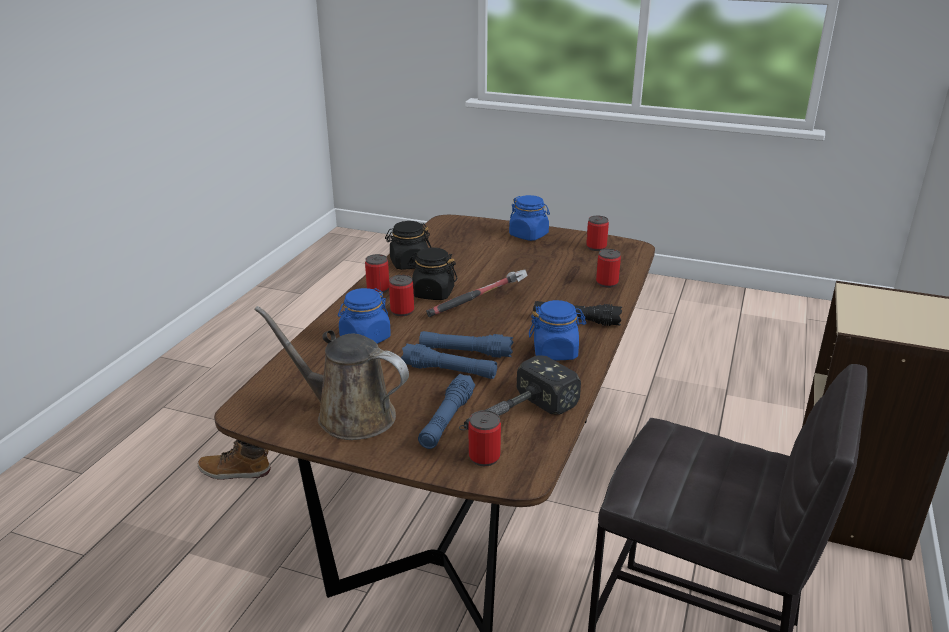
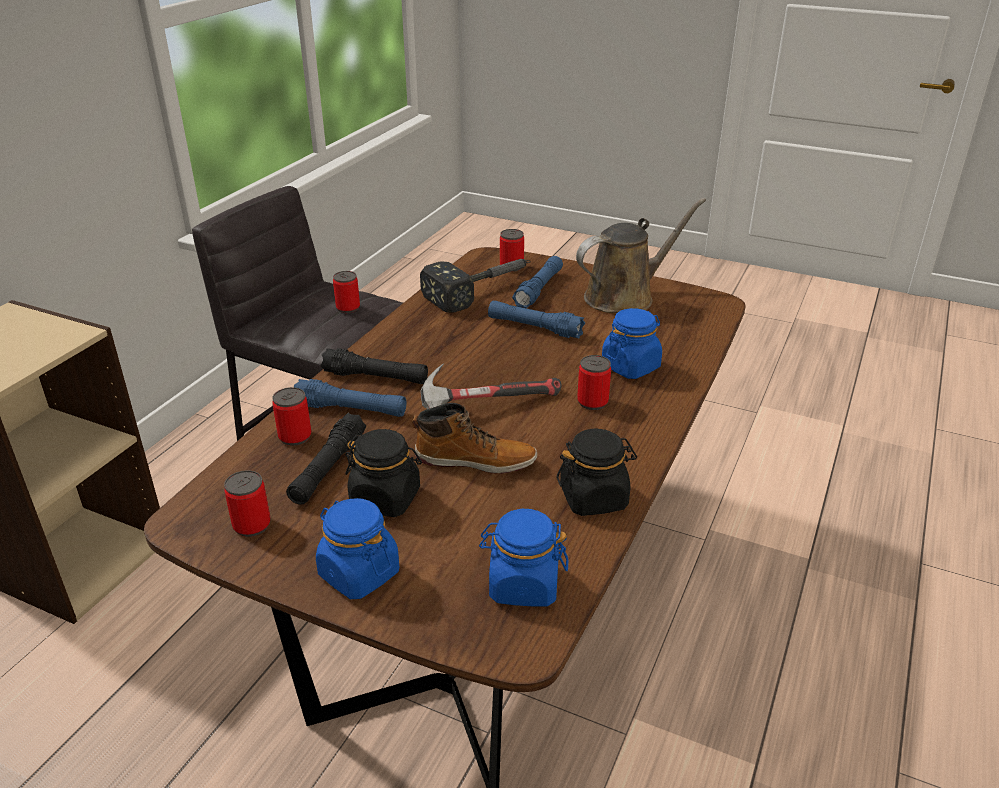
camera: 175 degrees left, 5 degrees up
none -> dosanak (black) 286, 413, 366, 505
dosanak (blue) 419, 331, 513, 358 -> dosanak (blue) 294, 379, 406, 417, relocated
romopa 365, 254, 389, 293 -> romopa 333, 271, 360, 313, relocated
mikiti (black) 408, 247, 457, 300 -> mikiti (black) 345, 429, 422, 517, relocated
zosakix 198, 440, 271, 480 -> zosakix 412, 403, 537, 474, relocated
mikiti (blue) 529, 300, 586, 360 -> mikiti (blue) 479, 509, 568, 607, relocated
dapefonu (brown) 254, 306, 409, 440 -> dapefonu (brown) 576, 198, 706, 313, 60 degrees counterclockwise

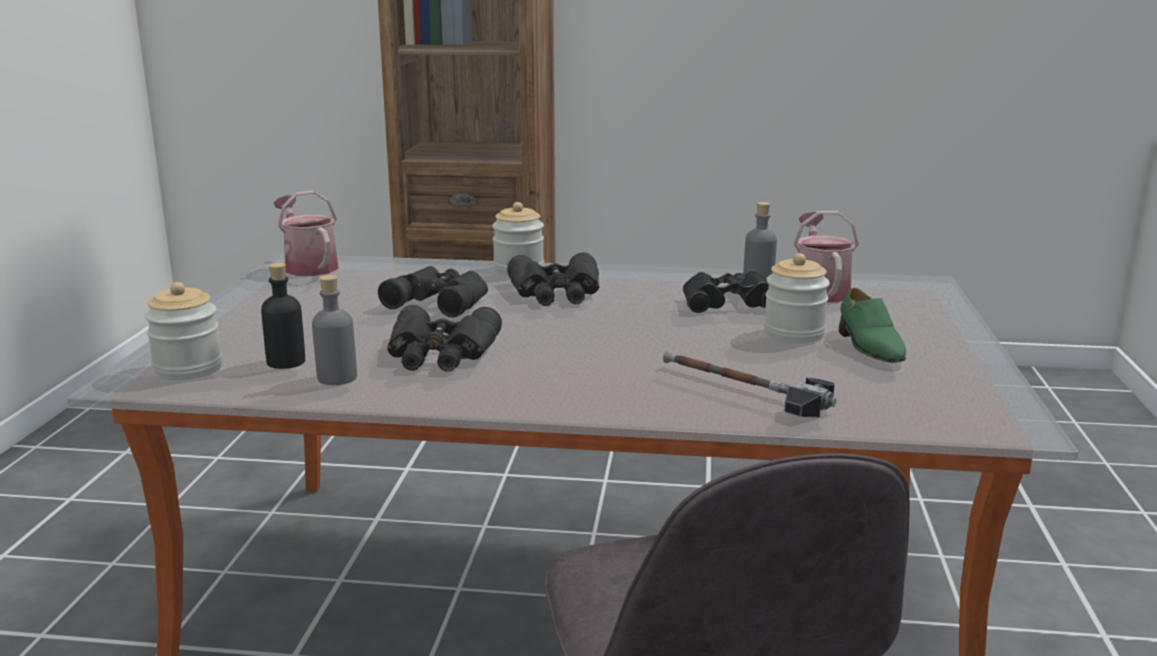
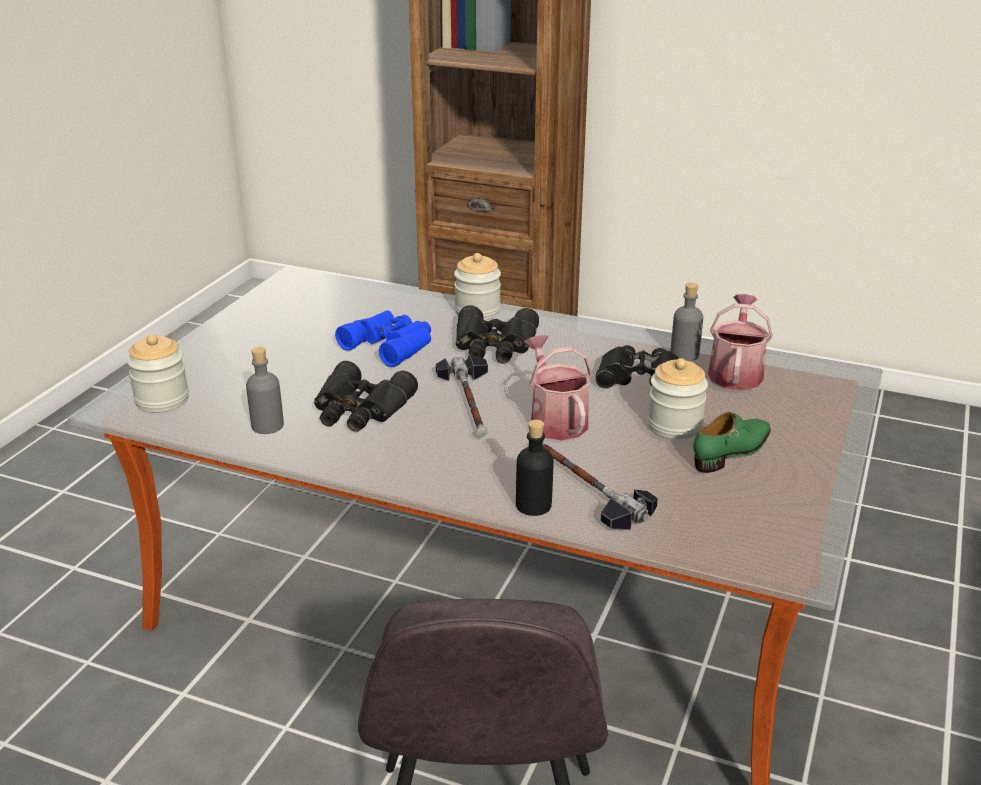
camera: 15 degrees right, 10 degrees up
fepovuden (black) 378, 266, 488, 317 -> fepovuden (blue) 335, 310, 431, 367
none -> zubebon 436, 354, 488, 437
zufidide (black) 261, 263, 305, 369 -> zufidide (black) 516, 420, 553, 516, relocated
dapefonu 274, 191, 338, 276 -> dapefonu 524, 335, 593, 441, relocated
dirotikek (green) 839, 288, 906, 363 -> dirotikek (green) 693, 412, 771, 473, 135 degrees counterclockwise

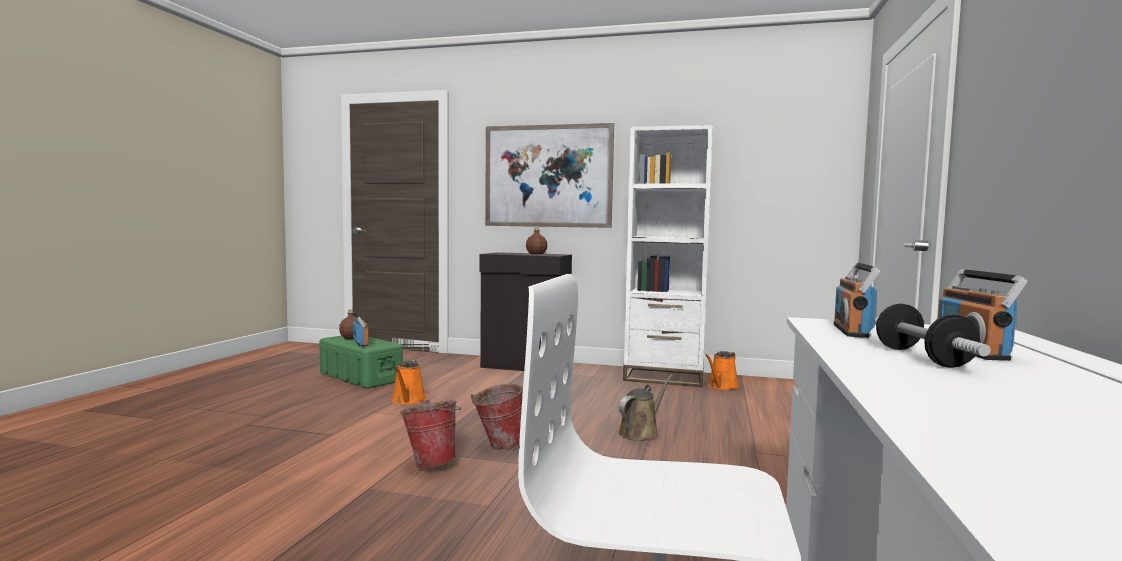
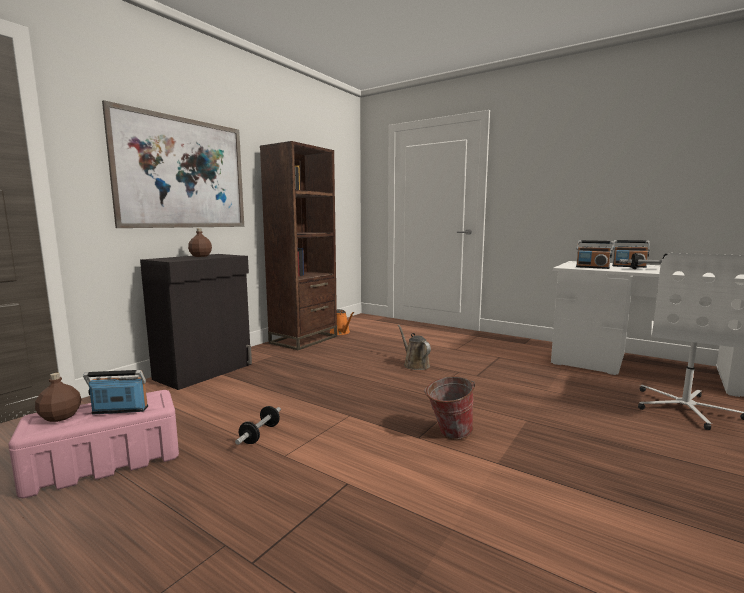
camera: 70 degrees left, 5 degrees up
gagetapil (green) 319, 336, 403, 389 -> gagetapil (pink) 8, 390, 179, 498
dapefonu (orange) 392, 360, 427, 404 -> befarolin 235, 406, 281, 445
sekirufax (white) 623, 125, 713, 387 -> sekirufax (brown) 260, 141, 337, 350
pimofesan 471, 384, 523, 450 -> none

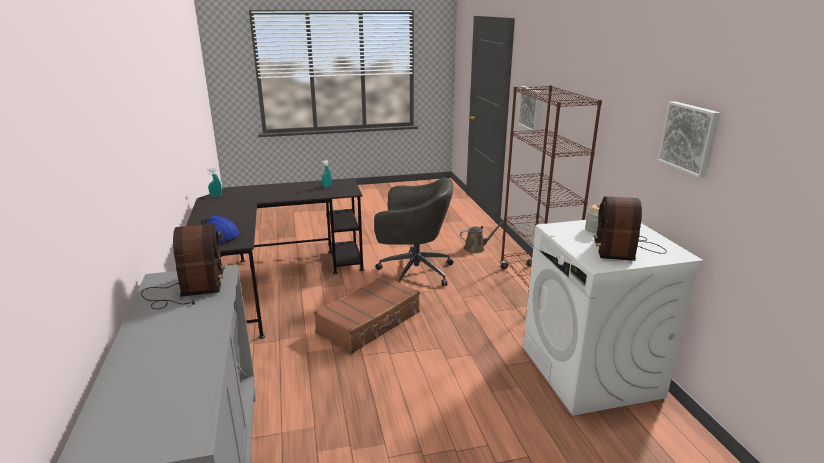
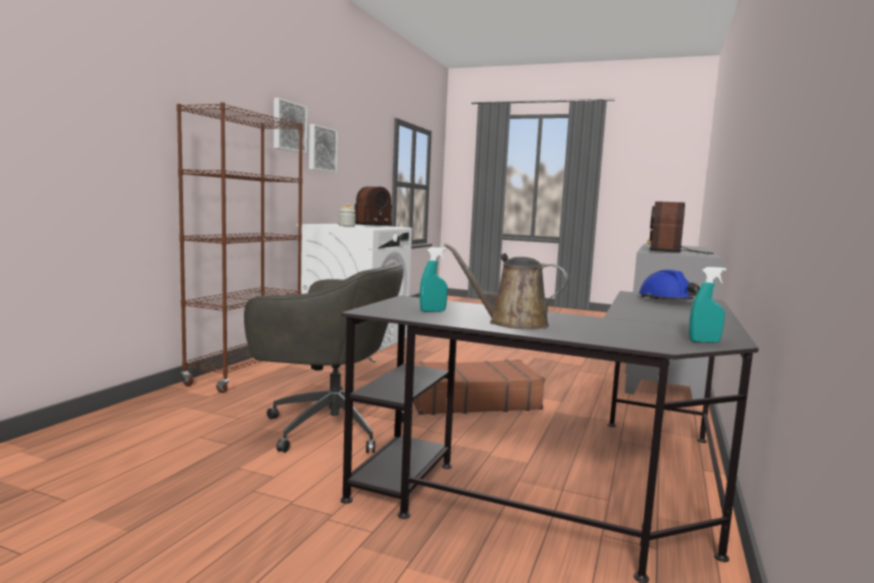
camera: 145 degrees left, 15 degrees down
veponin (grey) 374, 178, 453, 286 -> veponin (grey) 244, 263, 404, 453, 150 degrees clockwise
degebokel 518, 86, 542, 132 -> degebokel 274, 98, 307, 153, relocated
dapefonu (brown) 460, 222, 504, 253 -> dapefonu (brown) 444, 243, 568, 329, relocated

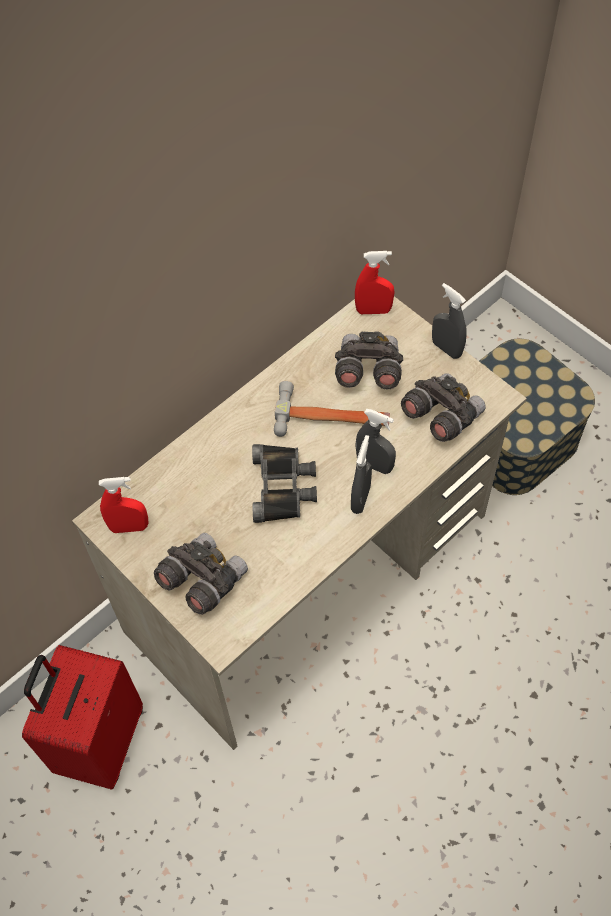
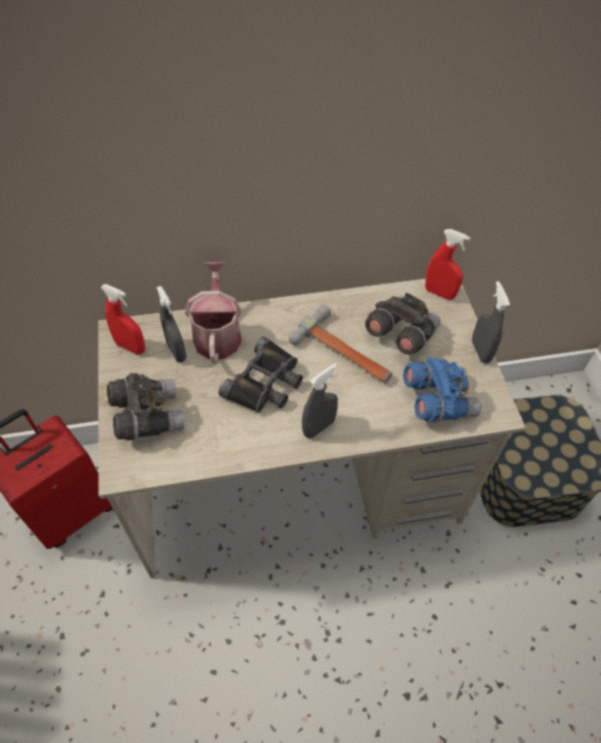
camera: 30 degrees right, 5 degrees down
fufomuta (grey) 356, 409, 396, 474 -> fufomuta (grey) 156, 286, 186, 362, relocated
none -> dapefonu 185, 262, 242, 363
fepovuden (grey) 401, 373, 486, 442 -> fepovuden (blue) 403, 357, 481, 422

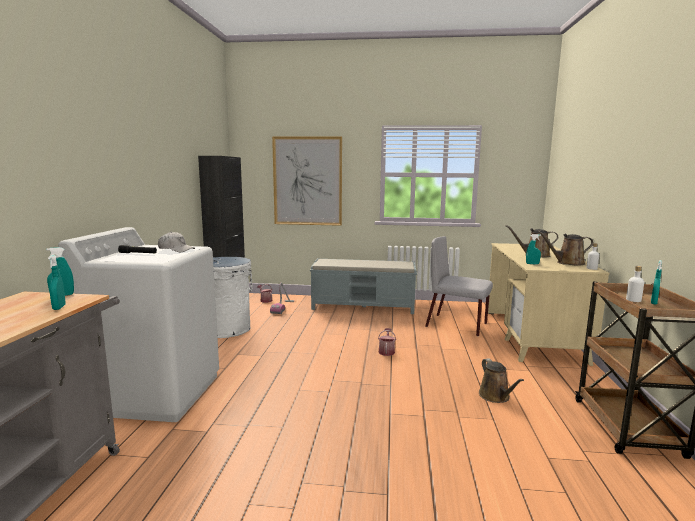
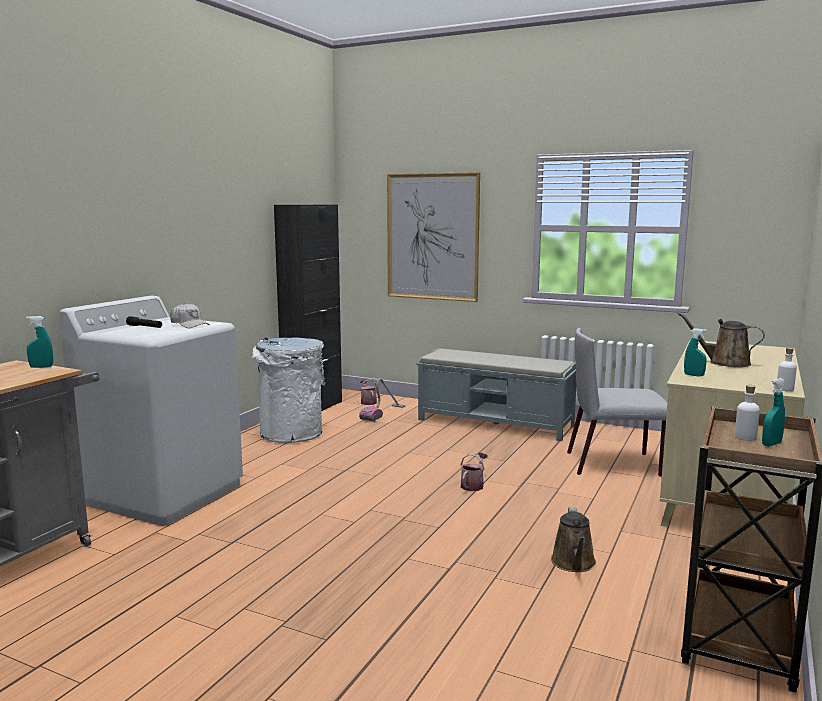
camera: 20 degrees right, 0 degrees up
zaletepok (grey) 425, 236, 493, 336 -> zaletepok (grey) 567, 328, 667, 477, 45 degrees counterclockwise
fufomuta (turquoise) 48, 255, 65, 310 -> none
dapefonu (brown) 537, 231, 594, 266 -> none

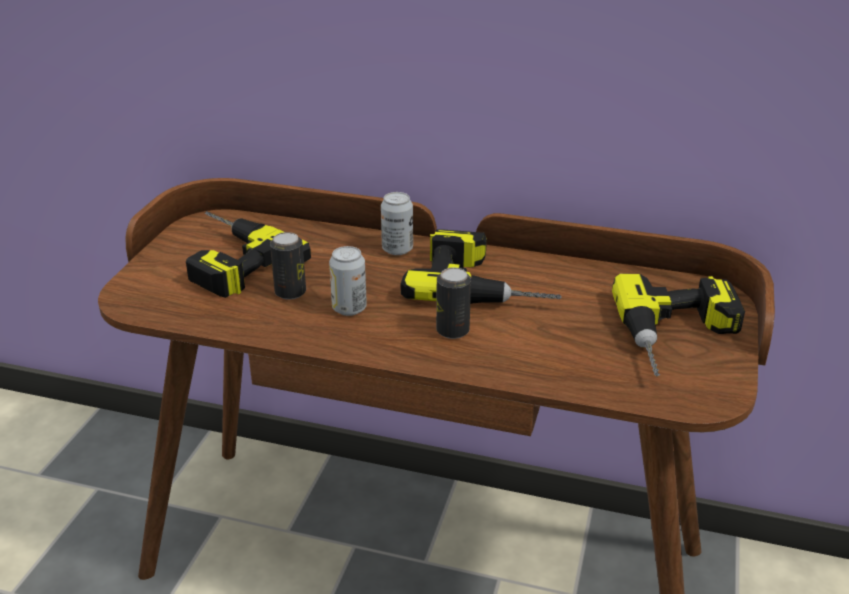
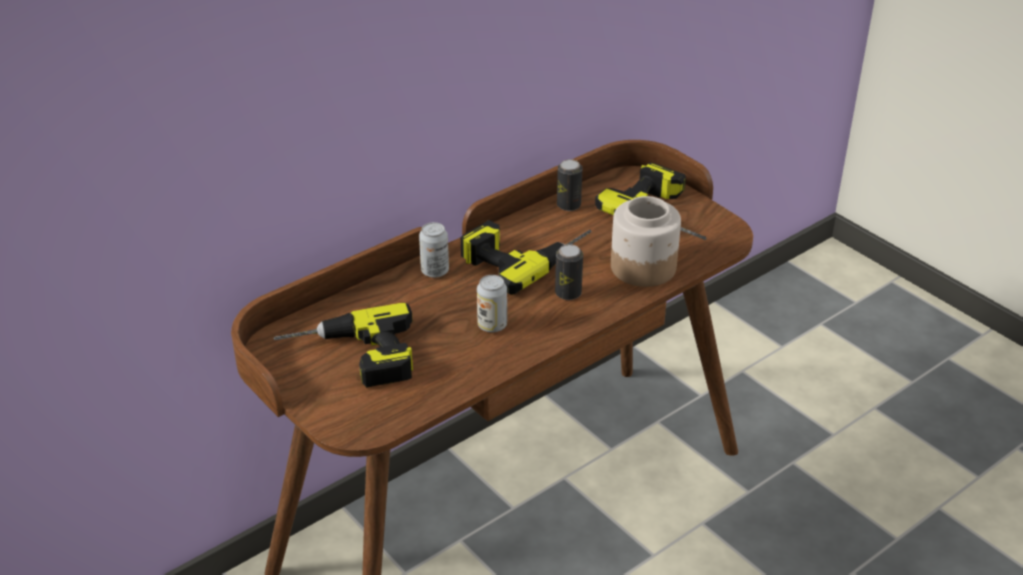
camera: 55 degrees left, 5 degrees up
romopa 270, 232, 306, 300 -> romopa 557, 159, 583, 211, relocated
none -> mikiti 611, 196, 681, 287

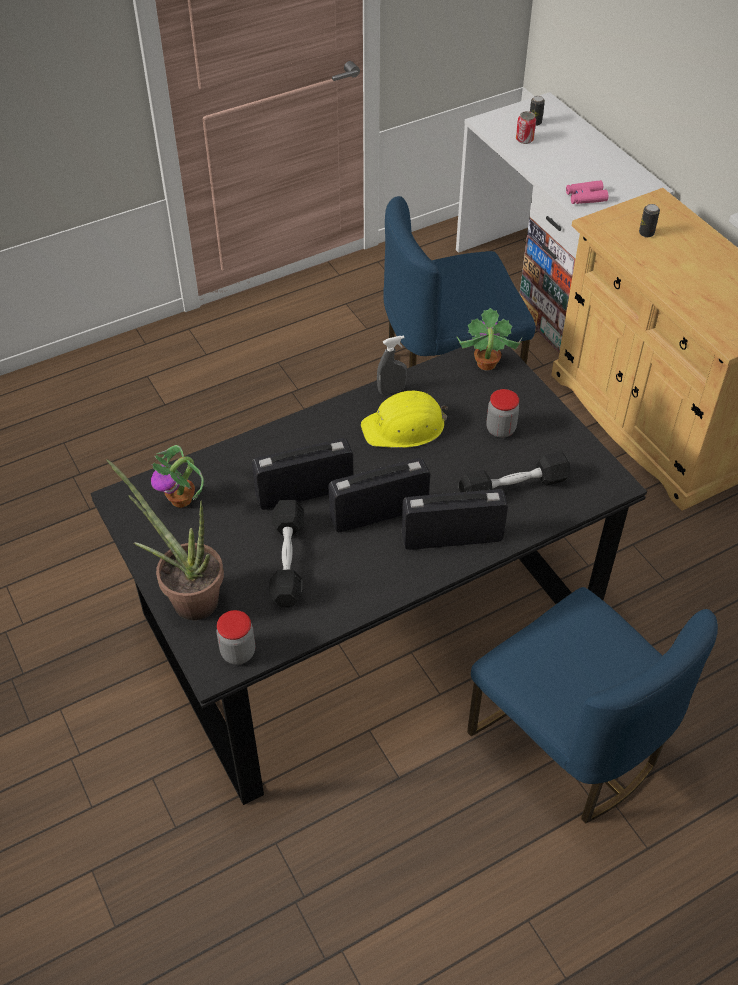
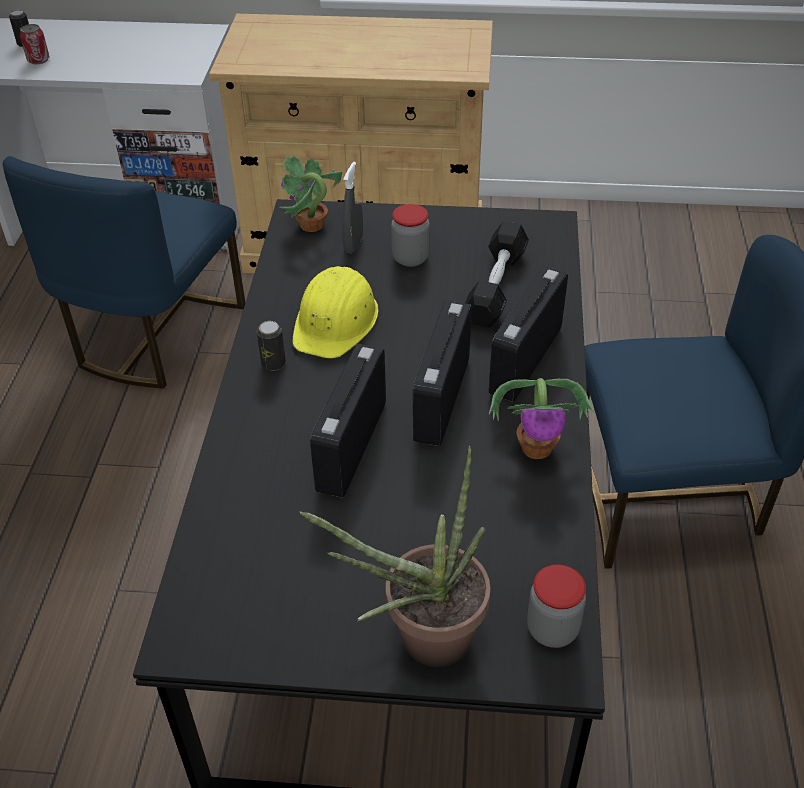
camera: 55 degrees left, 5 degrees down
romopa 639, 204, 660, 237 -> romopa 257, 321, 286, 371, relocated
fufomuta (grey) 377, 335, 407, 394 -> fufomuta (grey) 342, 162, 363, 253, relocated
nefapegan 151, 445, 204, 508 -> nefapegan 489, 378, 594, 459, relocated
befarolin (black) 269, 500, 304, 607 -> none
fepovuden (pink) 566, 180, 608, 204 -> none

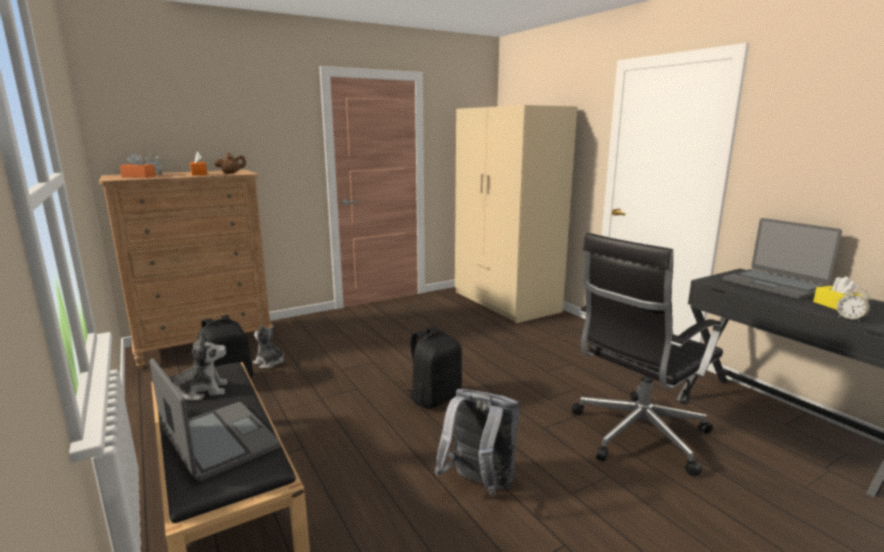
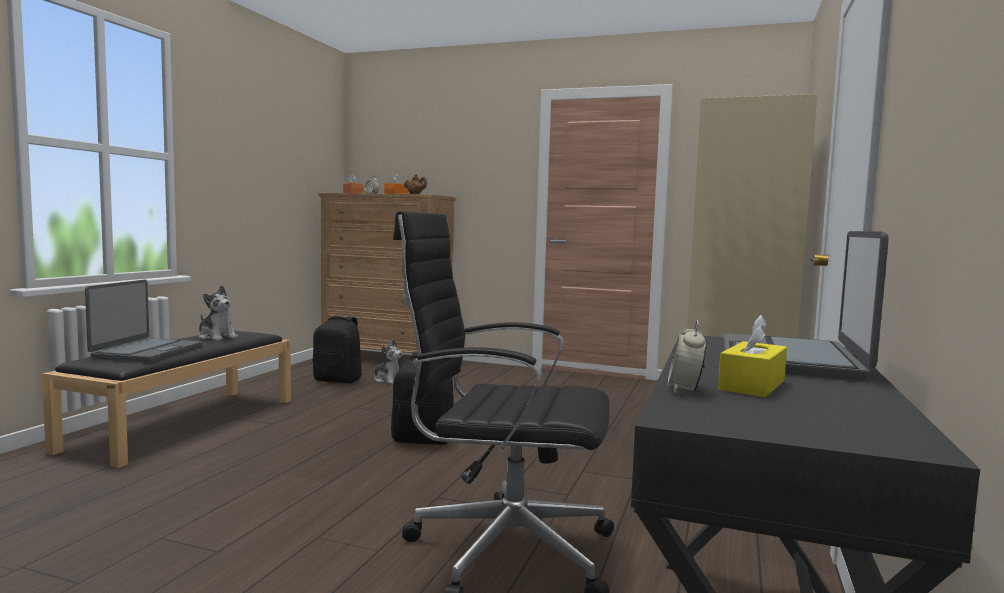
camera: 50 degrees right, 10 degrees down
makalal 253, 325, 284, 369 -> makalal 373, 339, 402, 384, 135 degrees clockwise
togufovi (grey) 434, 389, 520, 496 -> none

